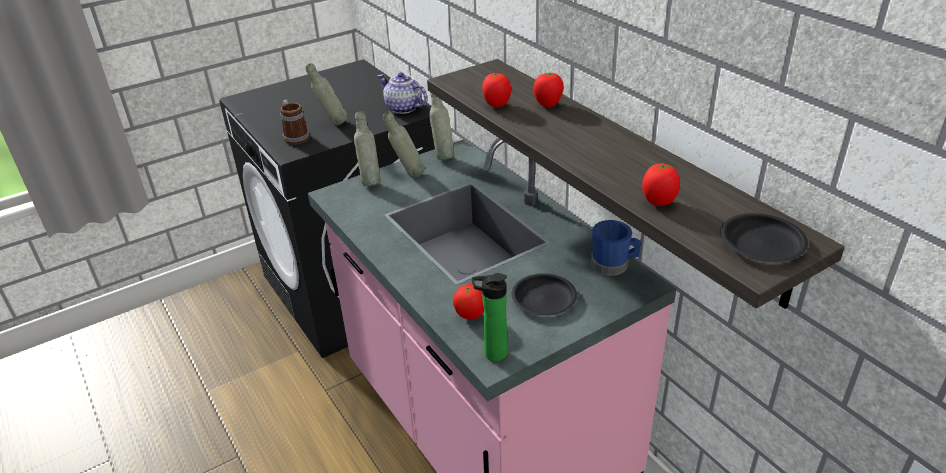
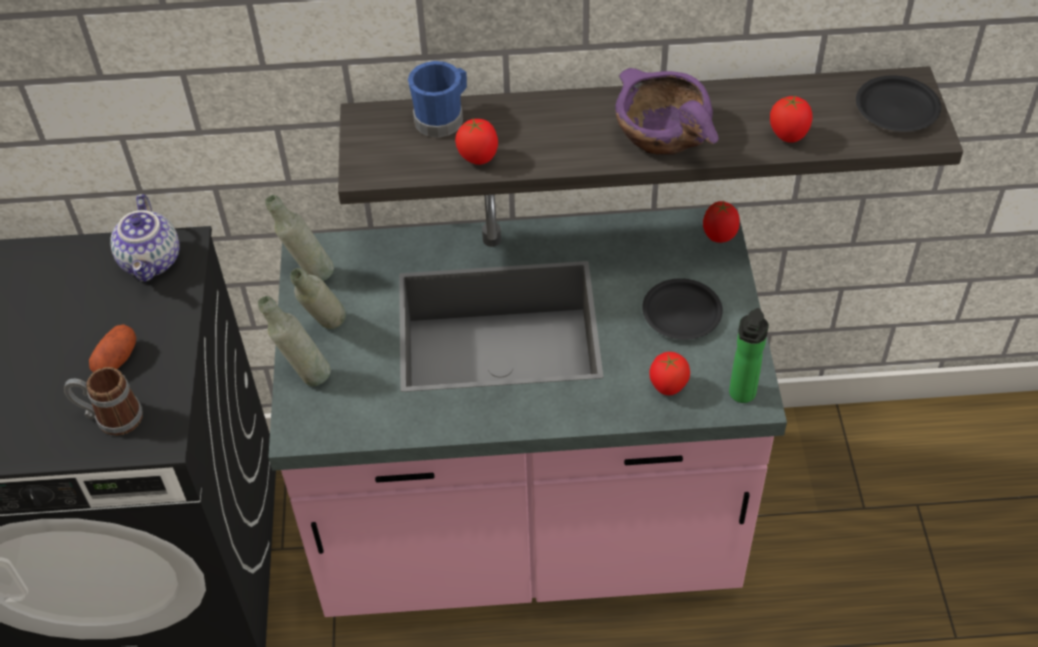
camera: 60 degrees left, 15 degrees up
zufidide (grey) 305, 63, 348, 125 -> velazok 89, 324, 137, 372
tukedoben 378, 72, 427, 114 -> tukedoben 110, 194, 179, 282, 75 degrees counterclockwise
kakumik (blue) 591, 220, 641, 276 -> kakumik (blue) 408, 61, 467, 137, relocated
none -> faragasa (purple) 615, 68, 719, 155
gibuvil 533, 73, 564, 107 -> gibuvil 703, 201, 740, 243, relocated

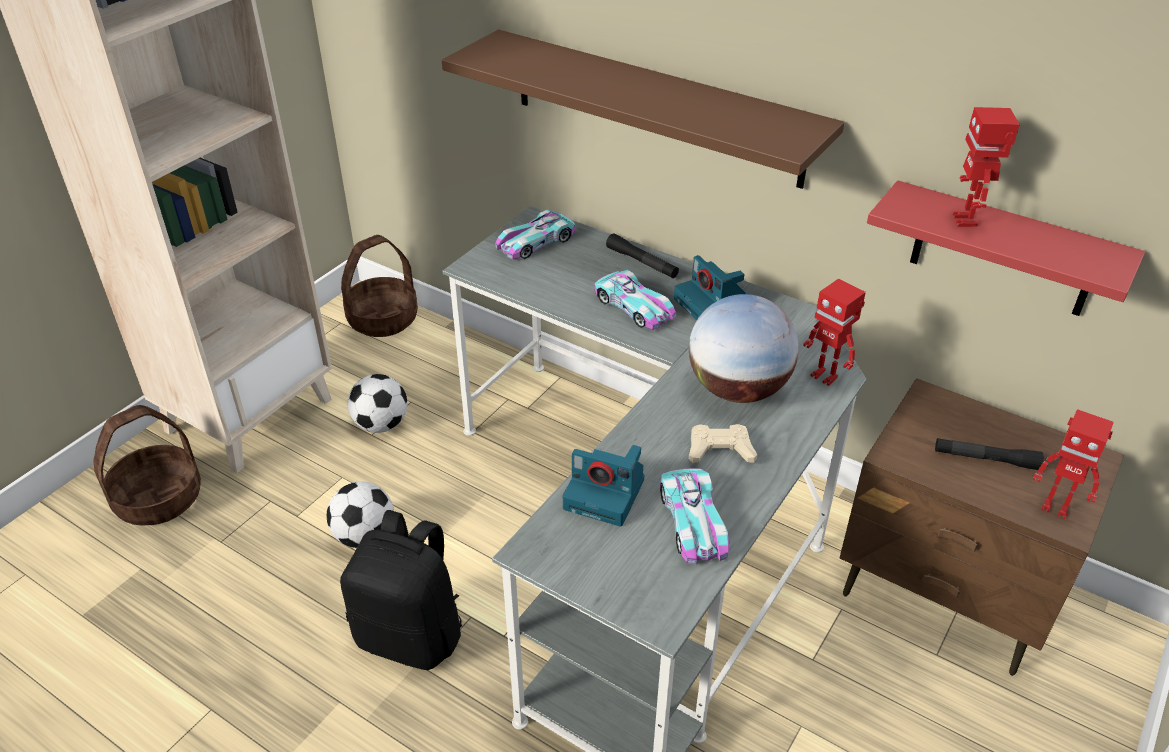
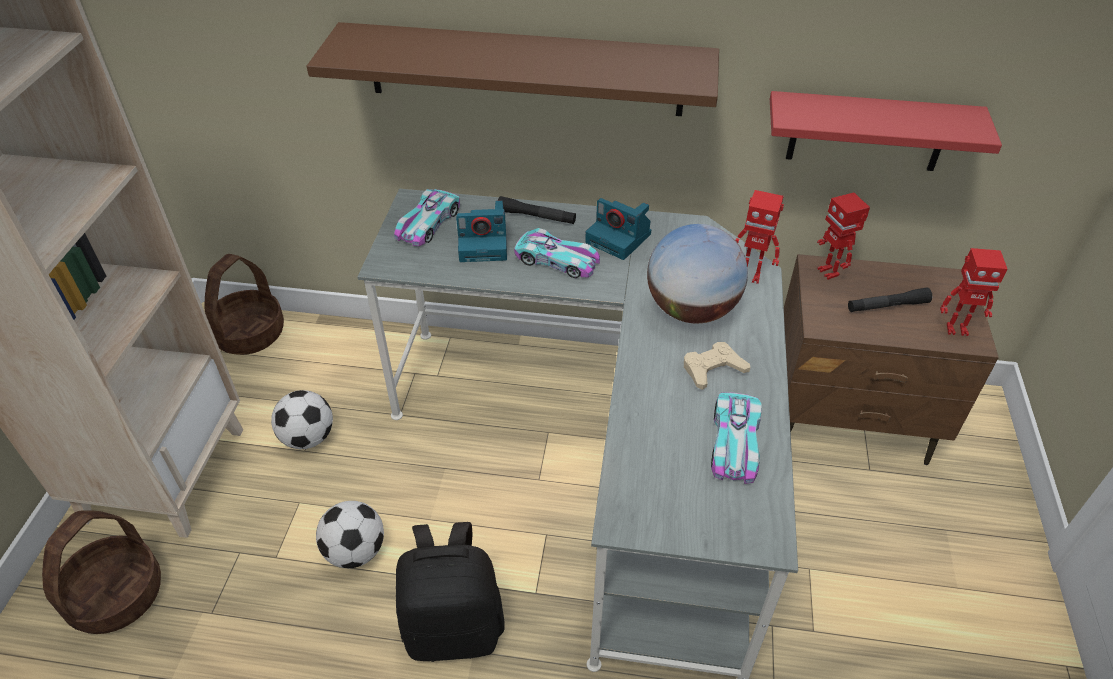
camera: 25 degrees left, 5 degrees up
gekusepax 563, 445, 644, 527 -> gekusepax 456, 200, 507, 262, relocated
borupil 660, 468, 730, 564 -> borupil 711, 392, 761, 484, 45 degrees clockwise
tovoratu 953, 107, 1020, 227 -> tovoratu 817, 192, 870, 280, relocated

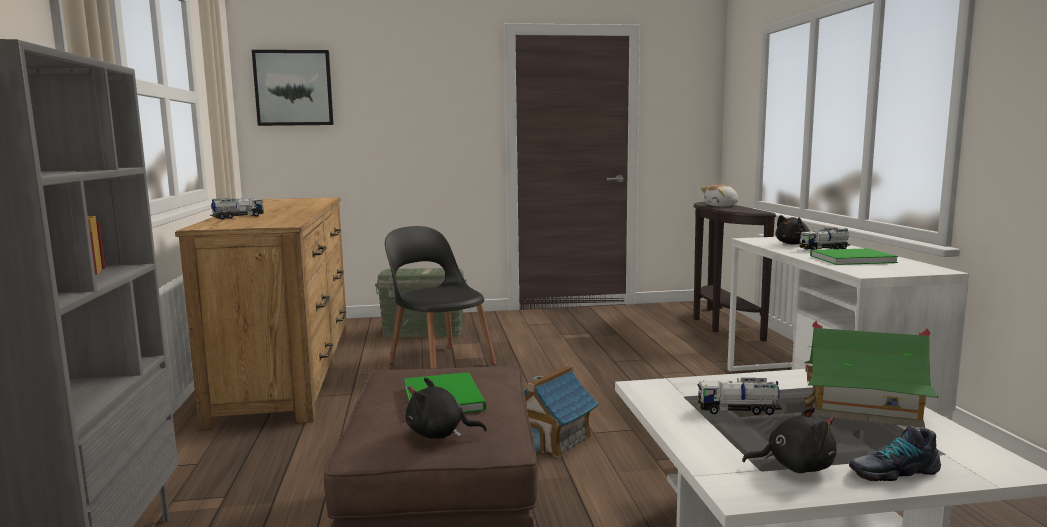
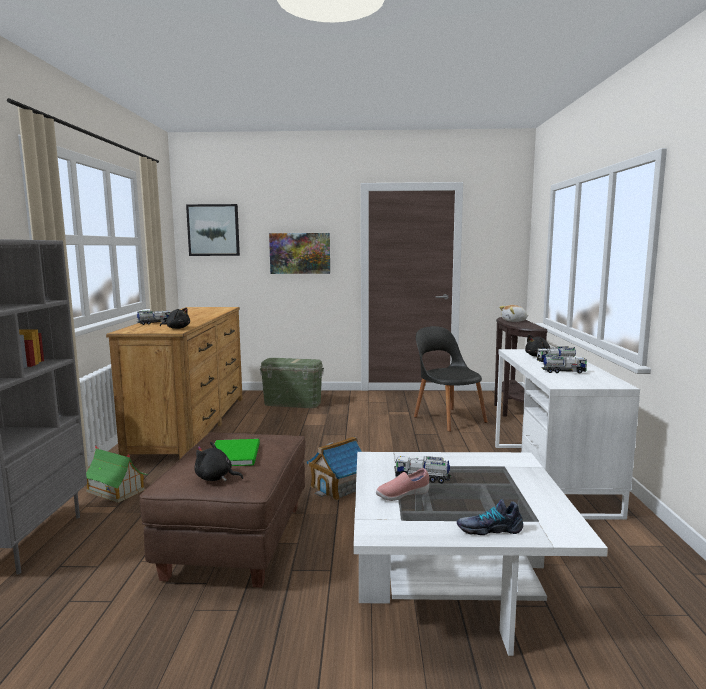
camera: 10 degrees right, 0 degrees up
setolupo 804, 321, 939, 428 -> setolupo 86, 446, 148, 503, relocated
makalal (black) 742, 407, 836, 473 -> makalal (black) 160, 308, 190, 329, relocated
none -> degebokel 269, 233, 330, 274
none -> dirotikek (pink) 376, 468, 429, 501
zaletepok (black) 385, 226, 496, 369 -> zaletepok (black) 414, 326, 488, 432, relocated
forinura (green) 810, 248, 898, 265 -> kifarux 542, 355, 587, 374

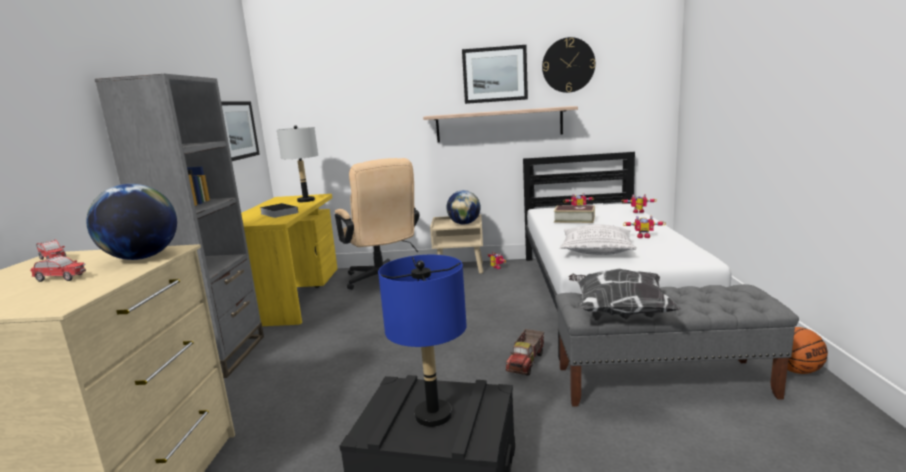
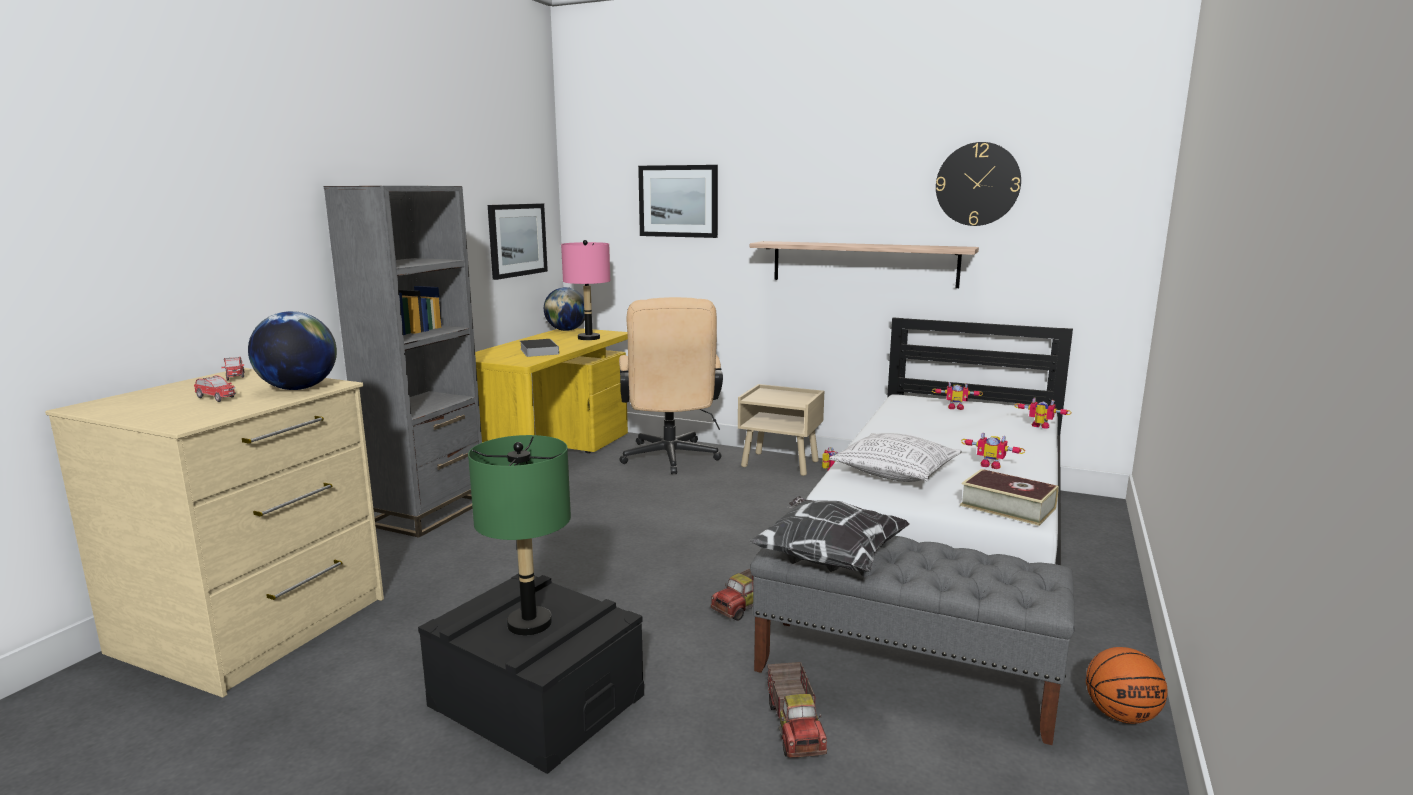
camera: 20 degrees right, 0 degrees up
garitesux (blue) 378, 255, 467, 427 -> garitesux (green) 468, 435, 571, 635
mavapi 446, 190, 481, 224 -> mavapi 544, 287, 585, 331, relocated
garitesux (grey) 277, 125, 318, 202 -> garitesux (pink) 561, 240, 610, 340
degebokel 462, 45, 528, 104 -> degebokel 638, 165, 718, 238, relocated
none -> kifarux 767, 662, 827, 758
forinura 554, 205, 595, 223 -> forinura 960, 469, 1059, 526, relocated

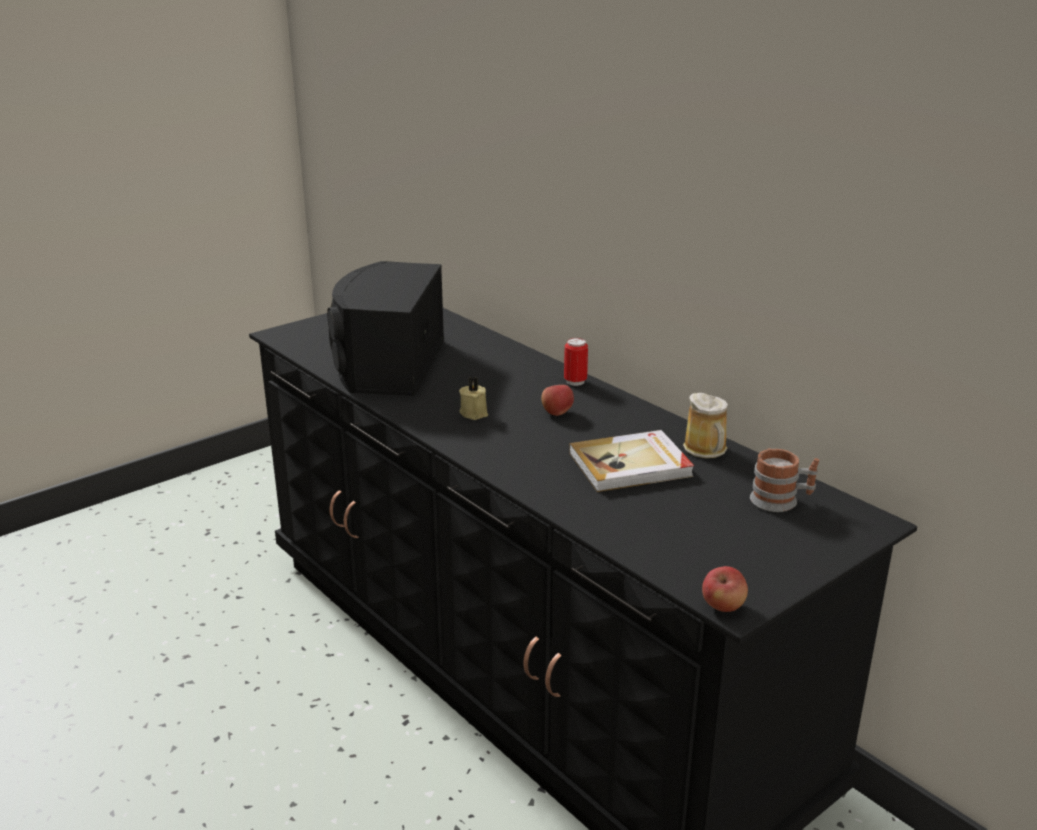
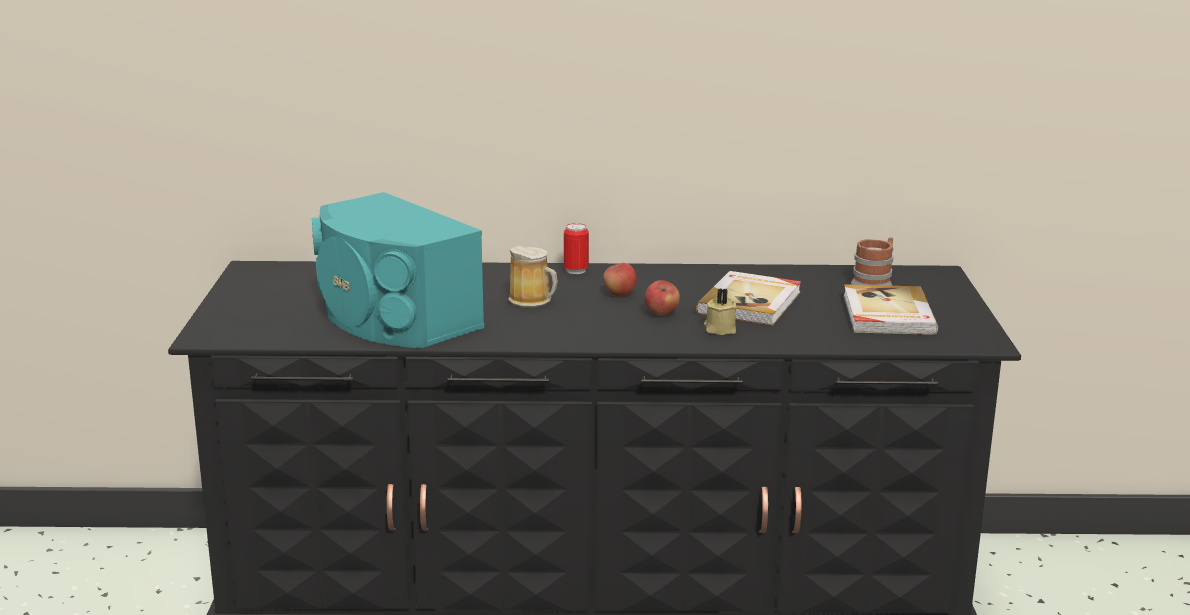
camera: 50 degrees left, 5 degrees down
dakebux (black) 327, 261, 444, 396 -> dakebux (turquoise) 312, 192, 484, 348
kakumik 683, 393, 728, 458 -> kakumik 508, 246, 558, 308, relocated
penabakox 702, 566, 748, 612 -> penabakox 644, 280, 680, 315, relocated
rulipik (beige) 459, 377, 488, 420 -> rulipik (beige) 704, 288, 736, 335, relocated
none -> forinura 843, 284, 938, 335

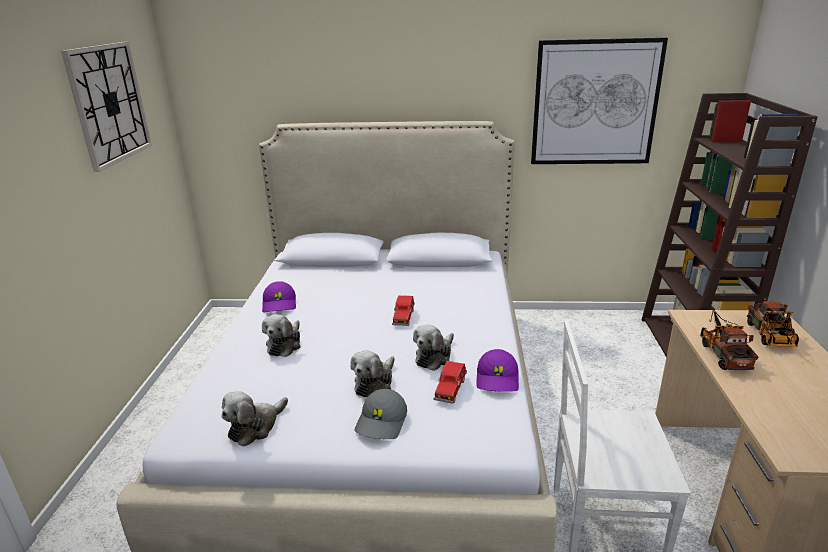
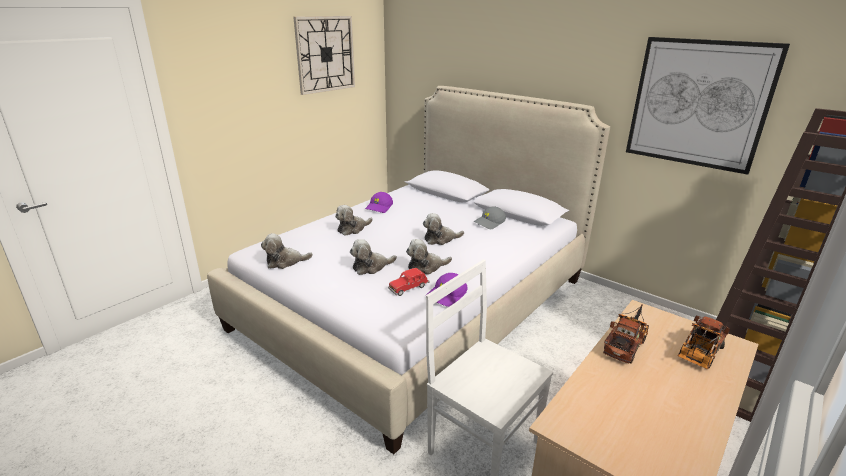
camera: 35 degrees right, 0 degrees up
borupil (red) 392, 295, 415, 326 -> makalal 423, 213, 464, 245
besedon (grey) 354, 389, 407, 439 -> besedon (grey) 474, 207, 506, 229, relocated

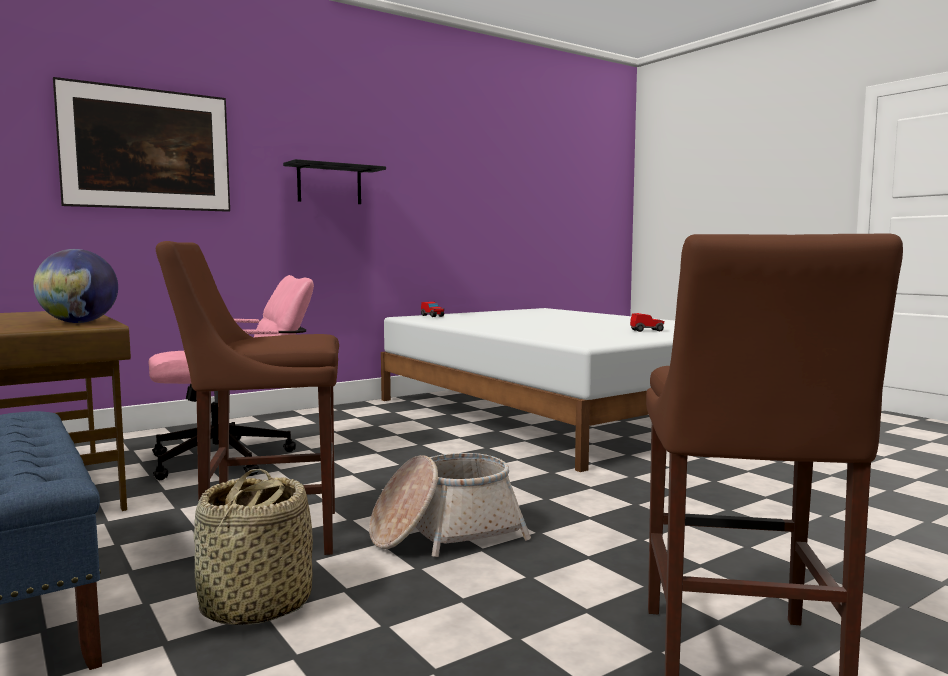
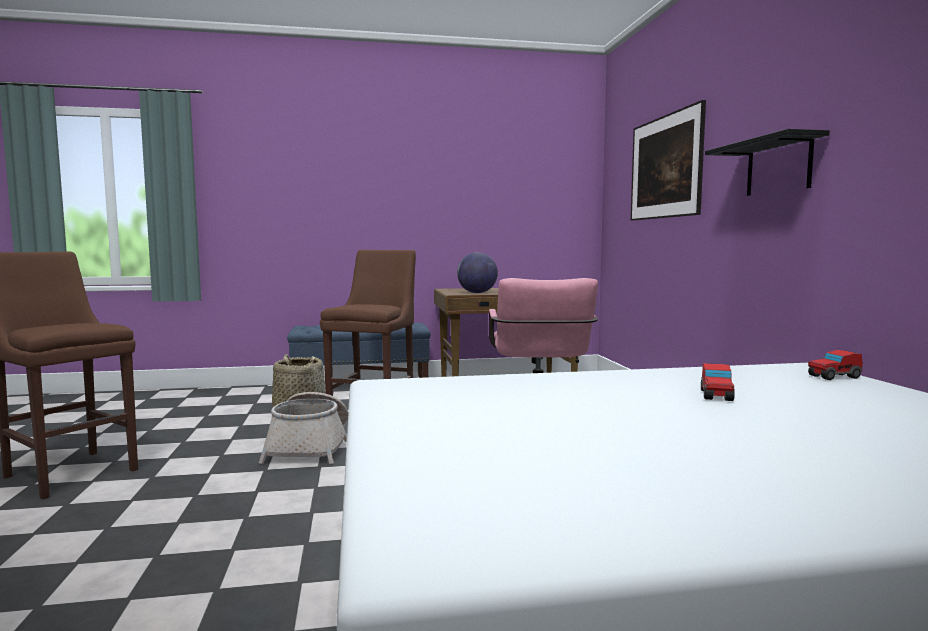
camera: 115 degrees right, 0 degrees up
borupil 630, 313, 665, 332 -> borupil 701, 363, 735, 401, relocated

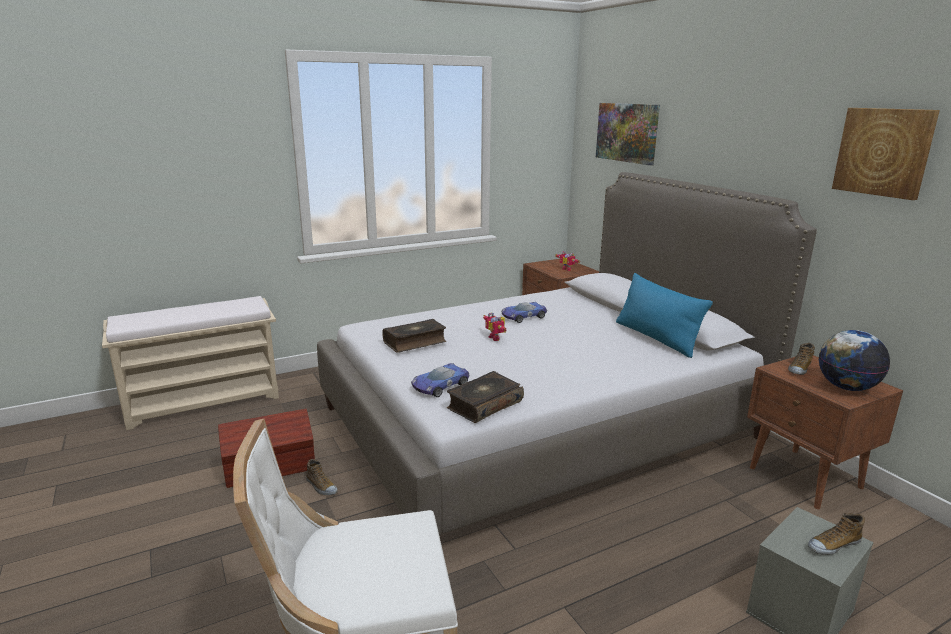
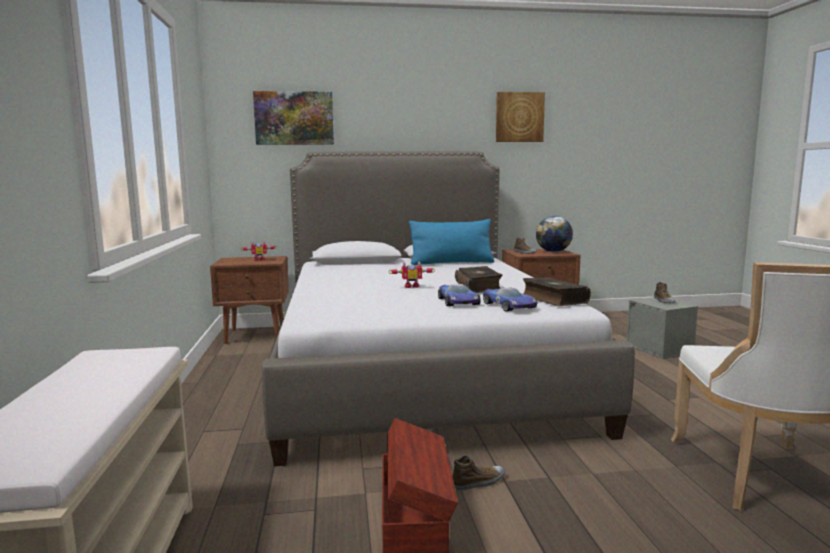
camera: 70 degrees left, 10 degrees down
borupil 502, 302, 547, 323 -> borupil 438, 284, 481, 306, relocated
forinura 382, 319, 446, 353 -> forinura 455, 266, 502, 293, relocated

